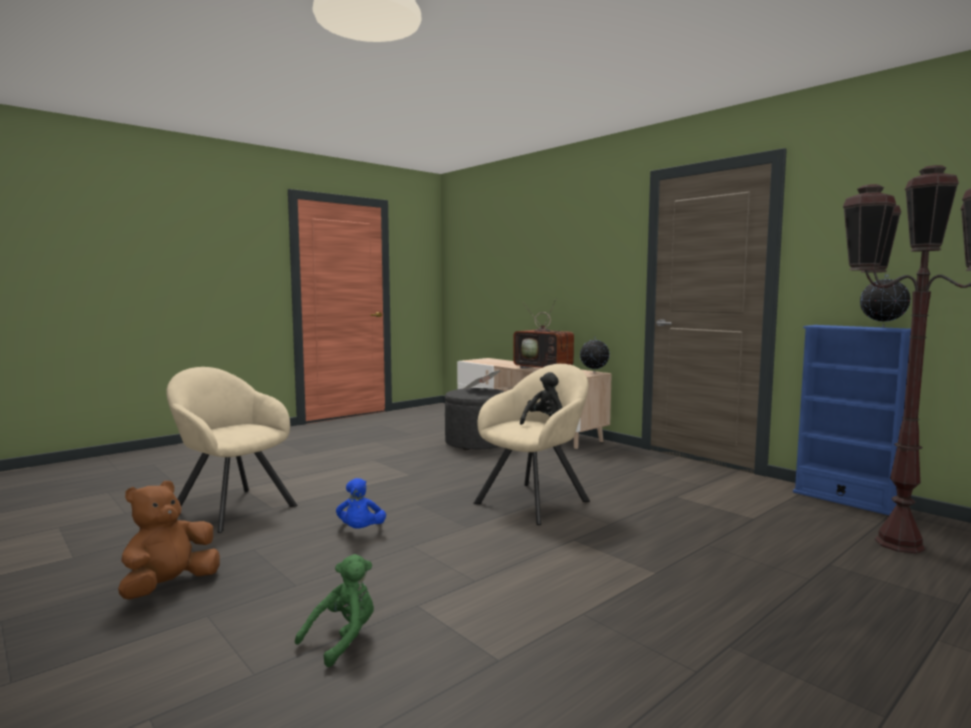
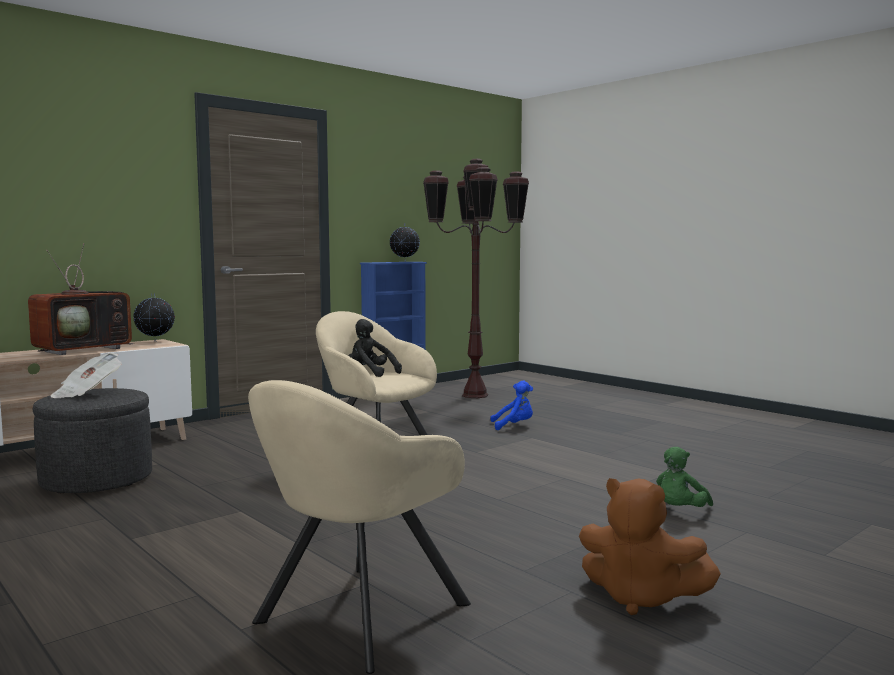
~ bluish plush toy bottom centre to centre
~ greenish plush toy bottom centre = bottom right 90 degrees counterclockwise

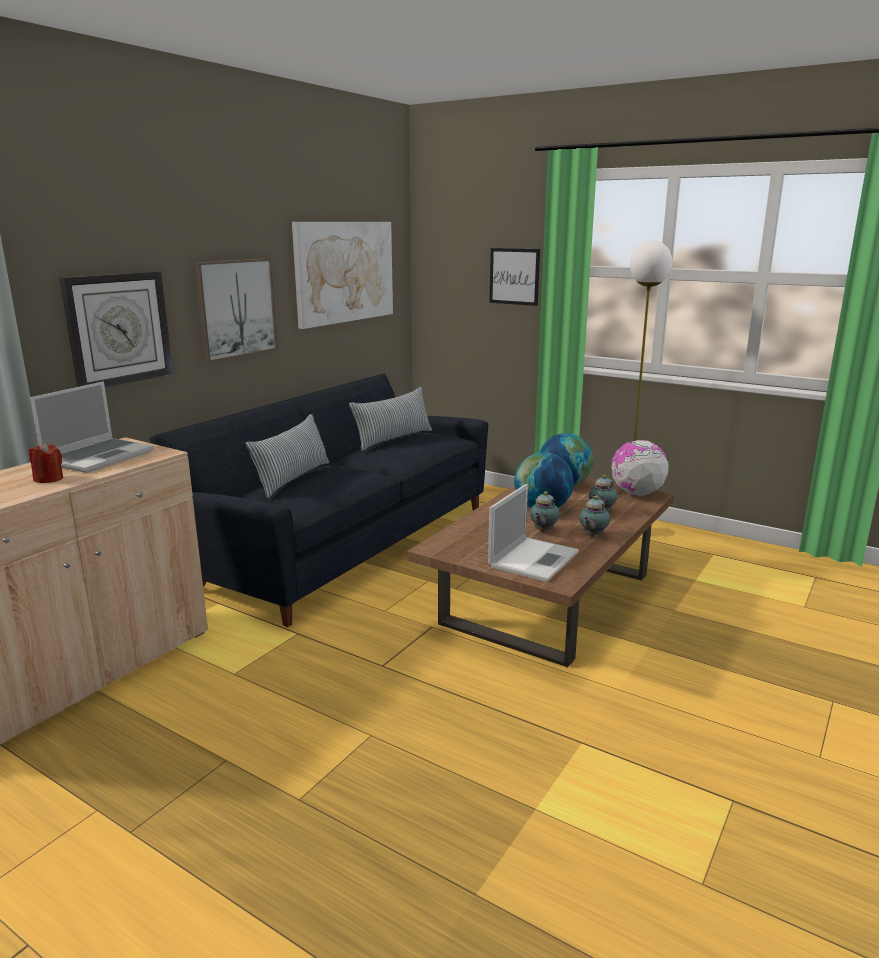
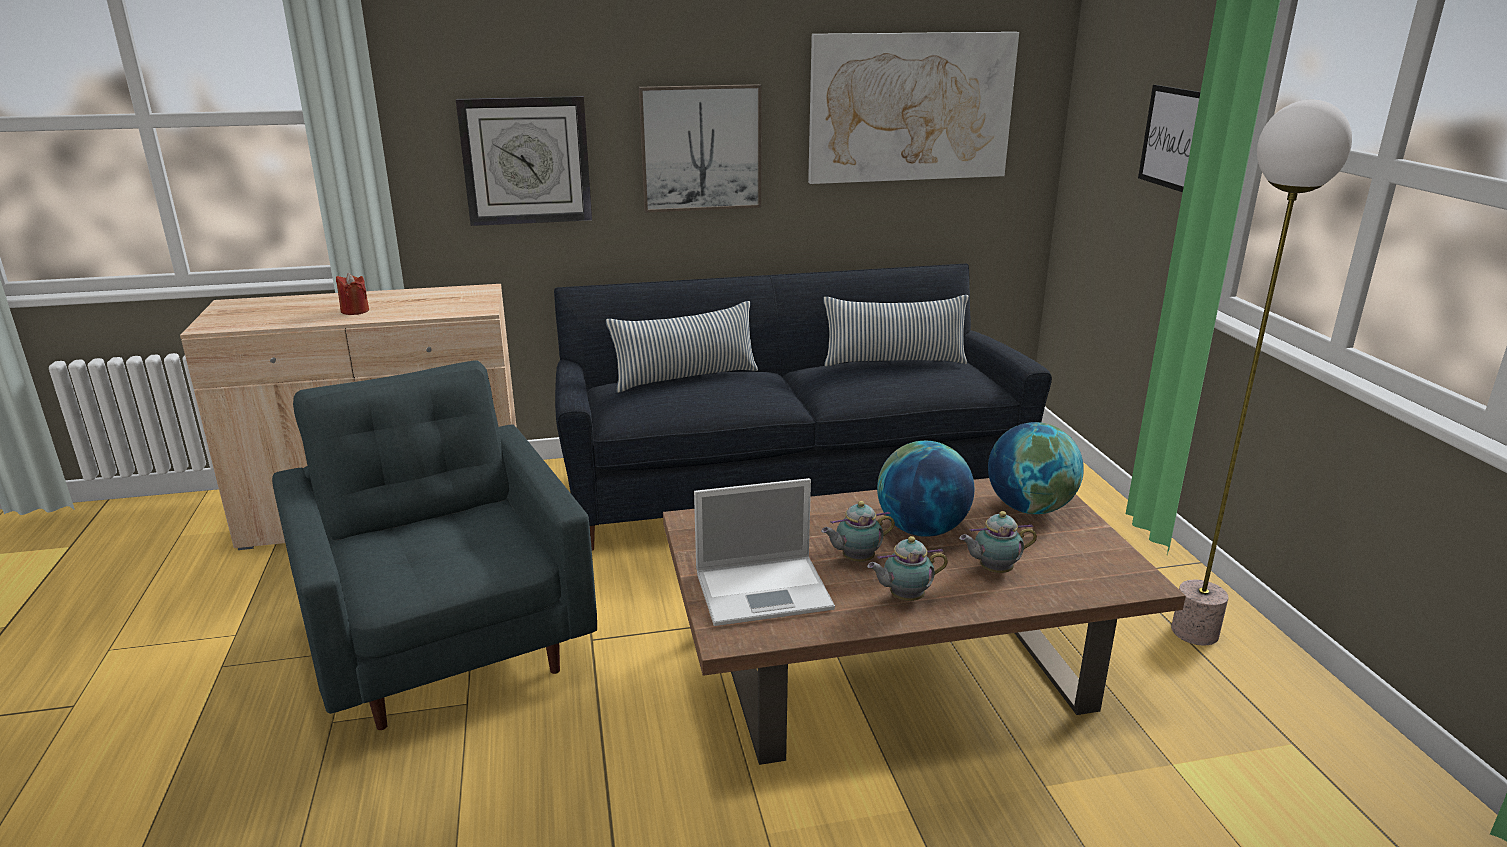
- laptop (1st from left) middle left
- globe (3rd from left) middle right
+ grey easy chair middle left

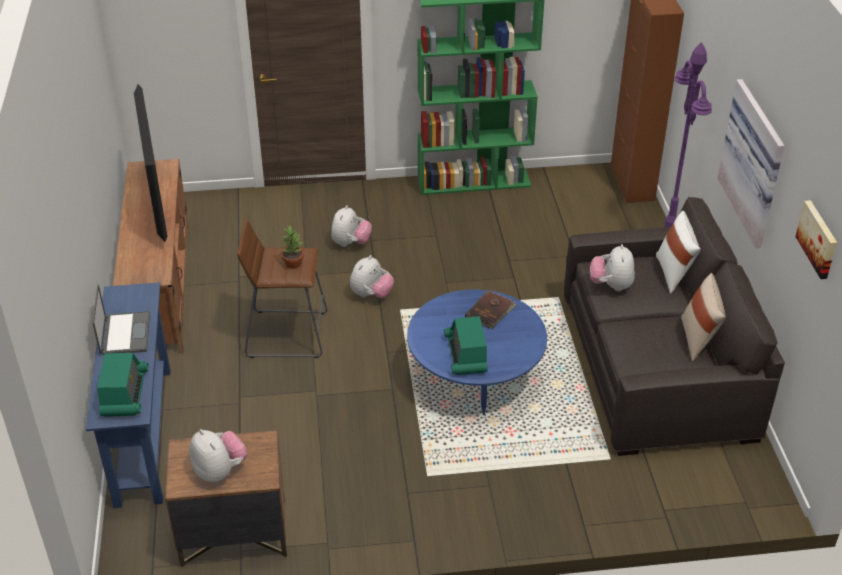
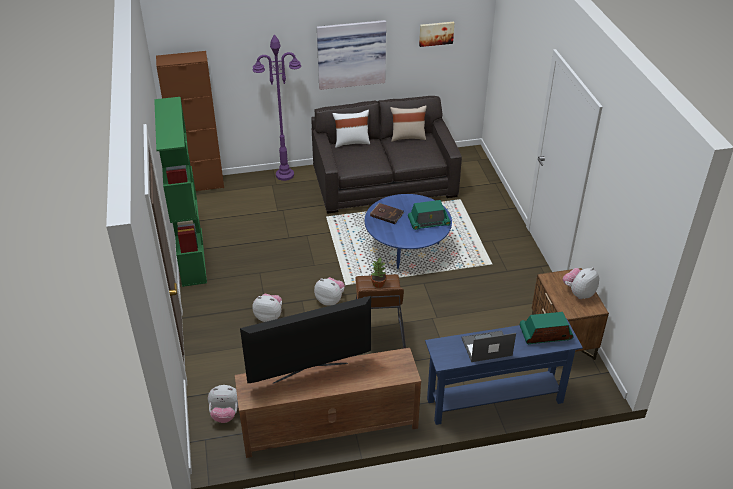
~ plush toy (4th from left in the first image) middle right to plush toy (1st from left) bottom left

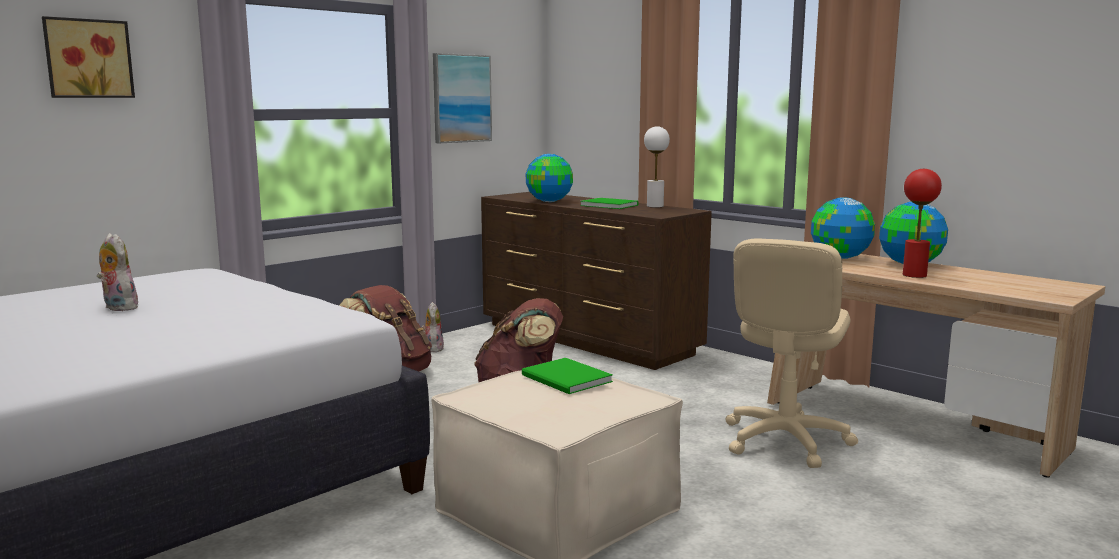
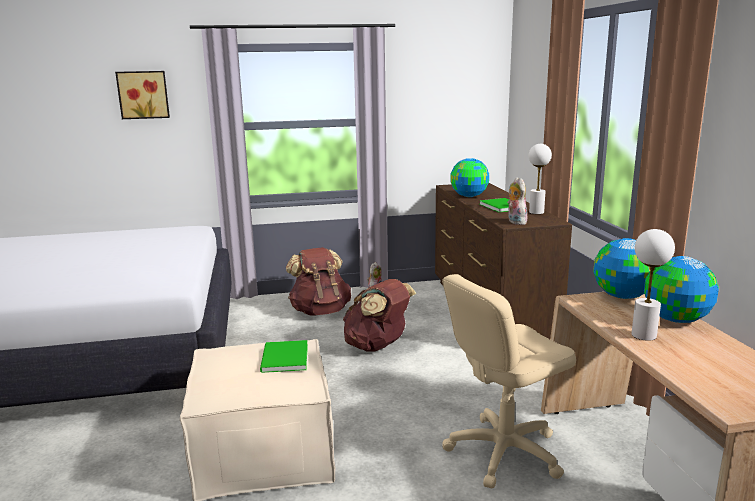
- picture (2nd from left) top centre
~ plush toy (1st from left in the first image) middle left to plush toy (2nd from left) middle right
~ reddish tabletop lamp middle right to white tabletop lamp (2nd from left) middle right

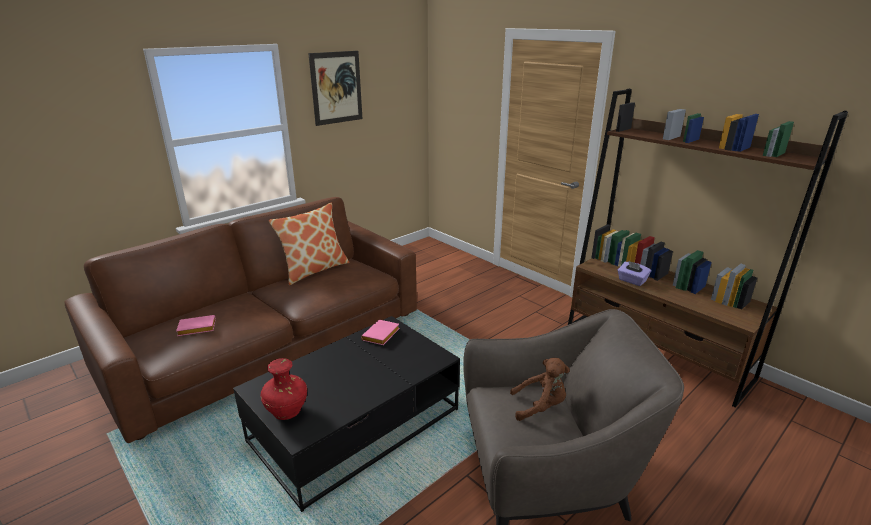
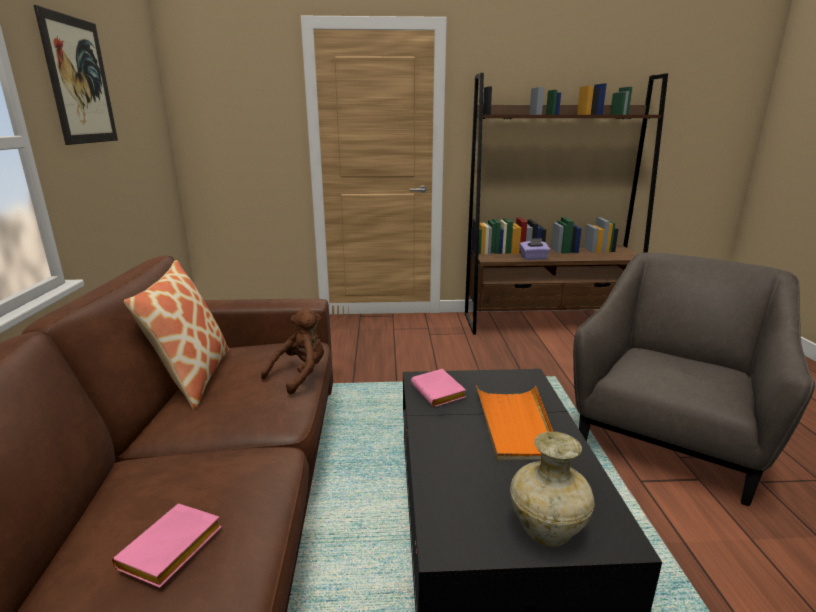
+ orange carrying tray bottom centre
~ brownish plush toy bottom centre to centre
~ reddish flower vase bottom left to beige flower vase bottom right

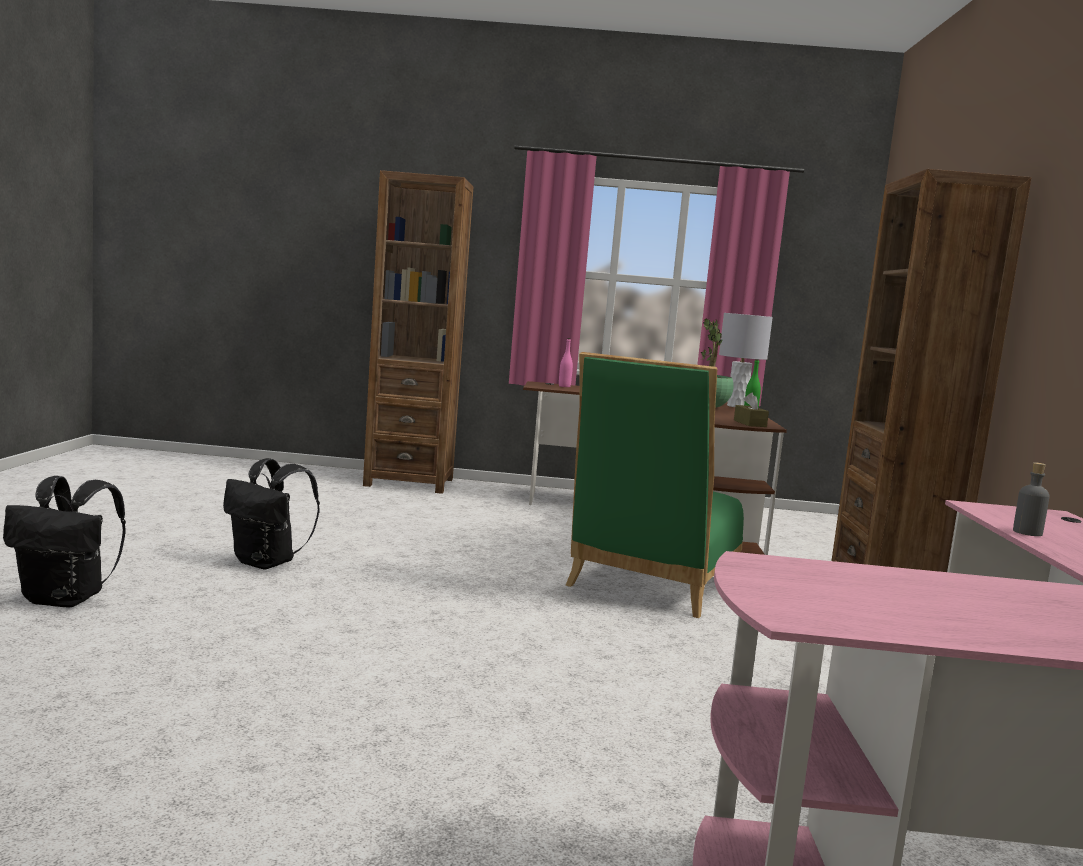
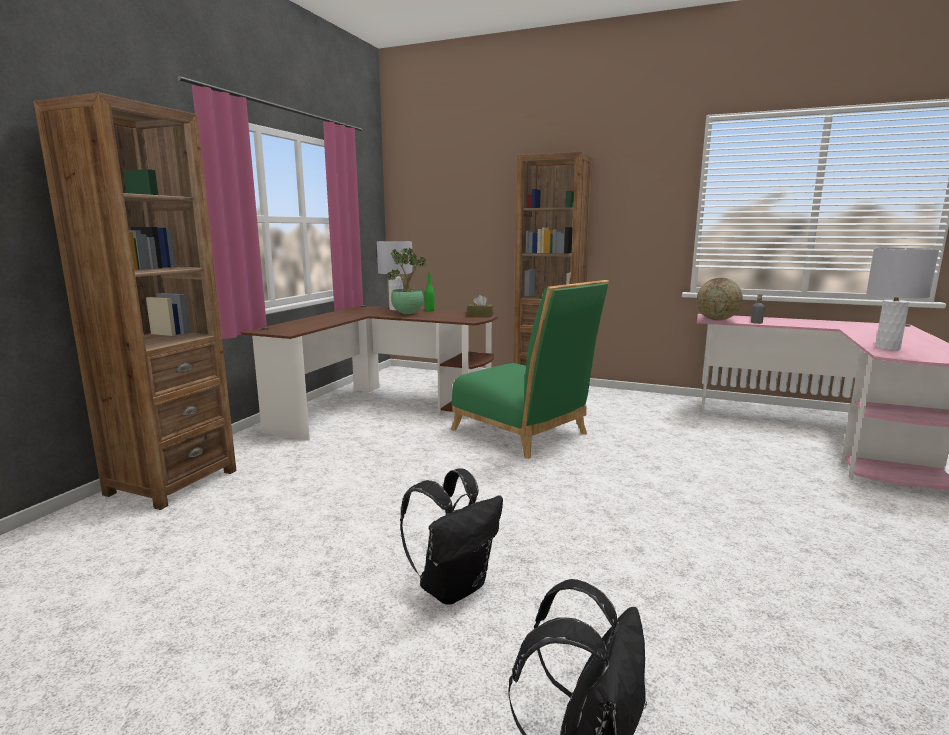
- pink-coloured beverage bottle centre
+ globe middle right
+ grey tabletop lamp (2nd from left) middle right

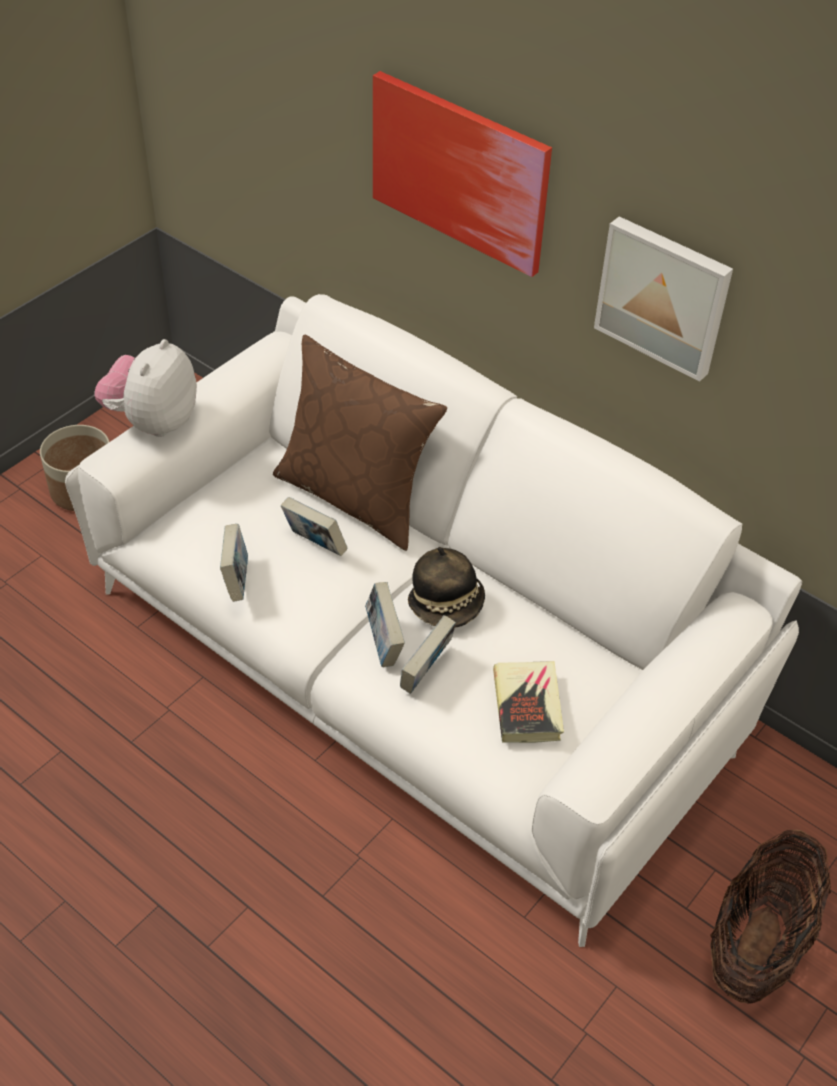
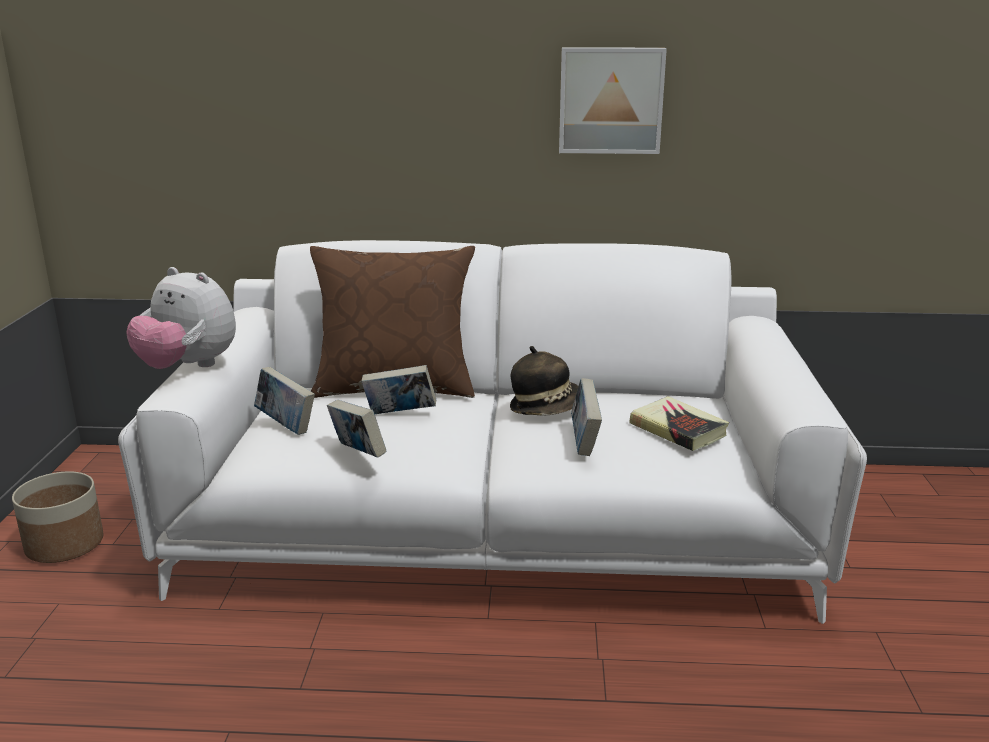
- picture (1st from left) top centre
- basket bottom right
~ bound book (3rd from left in the first image) centre to bound book (1st from left) middle left
~ plush toy middle left = middle left 45 degrees counterclockwise

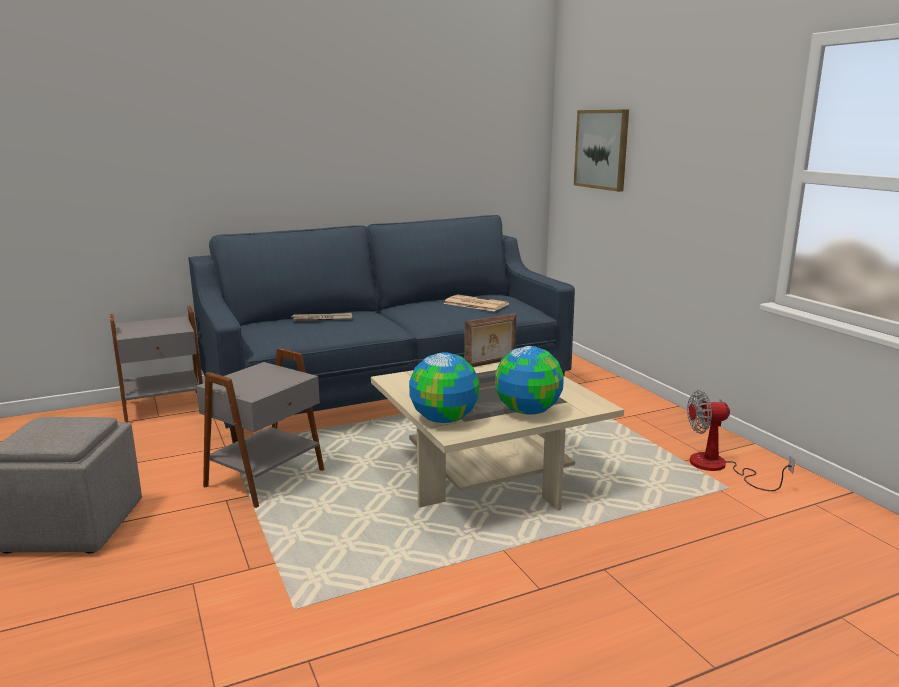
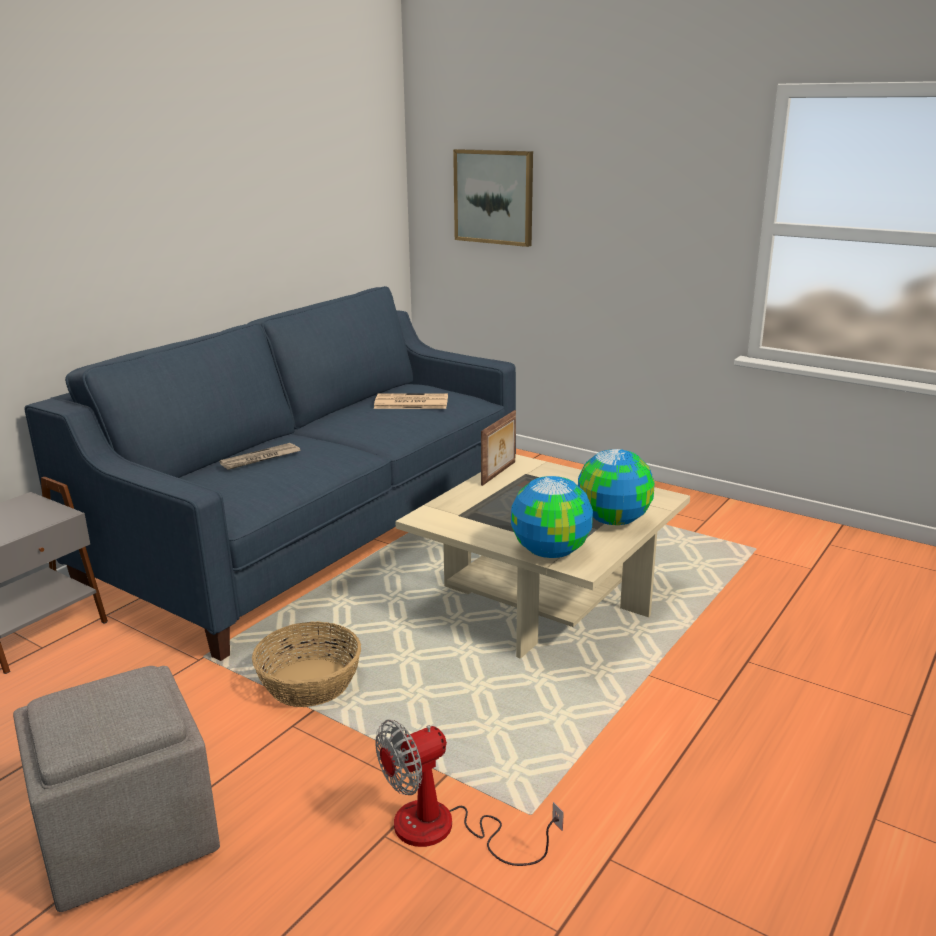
~ fan middle right to bottom centre
~ grey end table (2nd from left) middle left to basket bottom left

